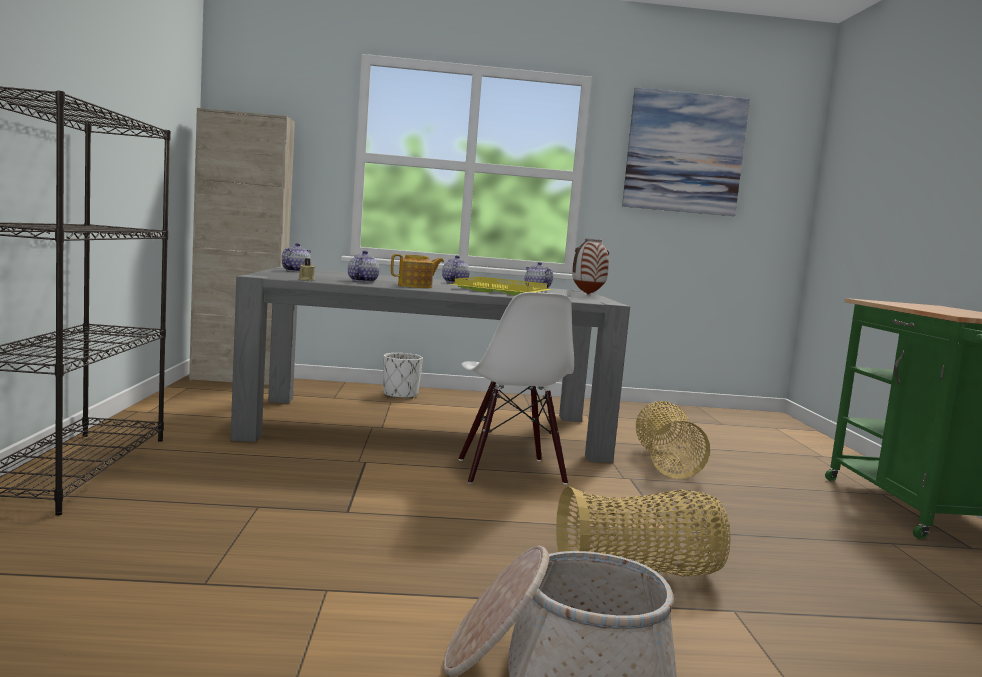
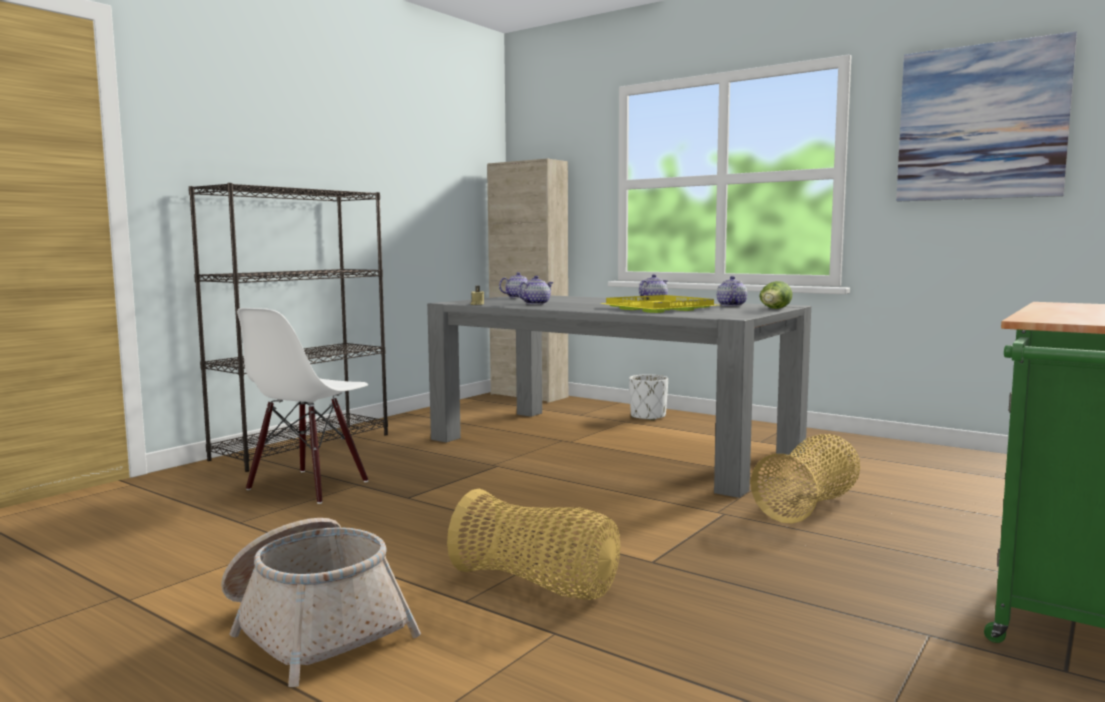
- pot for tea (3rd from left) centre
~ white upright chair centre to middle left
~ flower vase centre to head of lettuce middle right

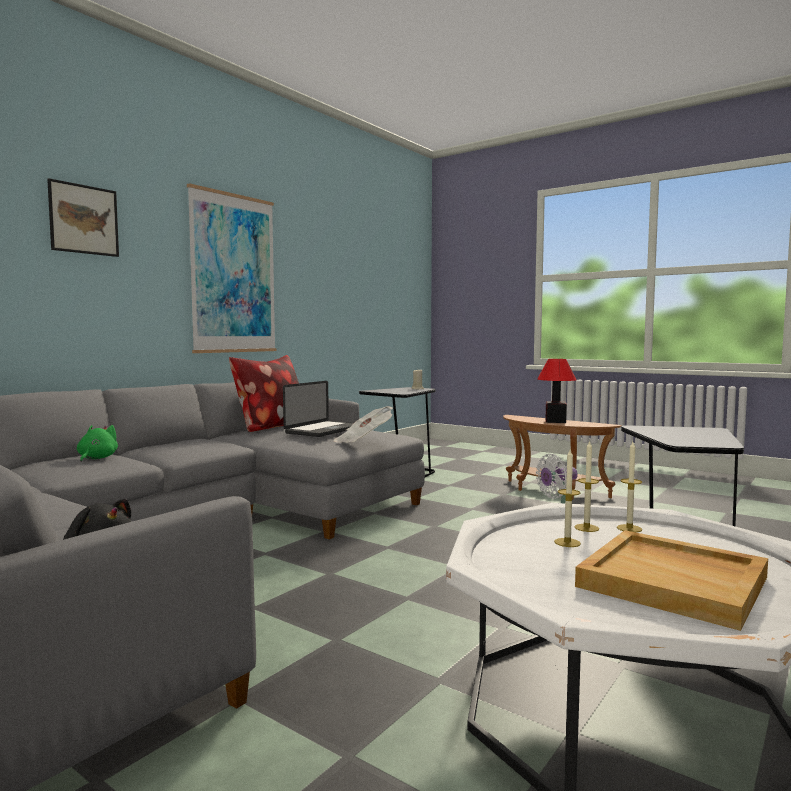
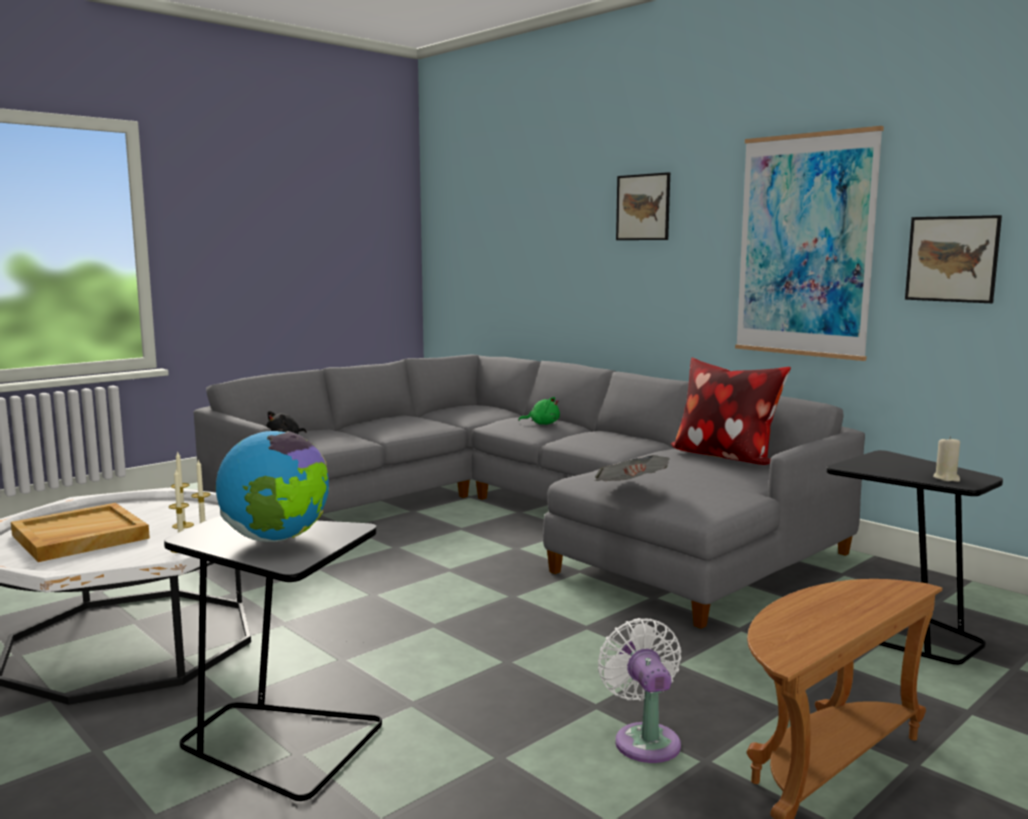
- laptop centre
- tabletop lamp middle right
+ globe middle left
+ picture (3rd from left) top right

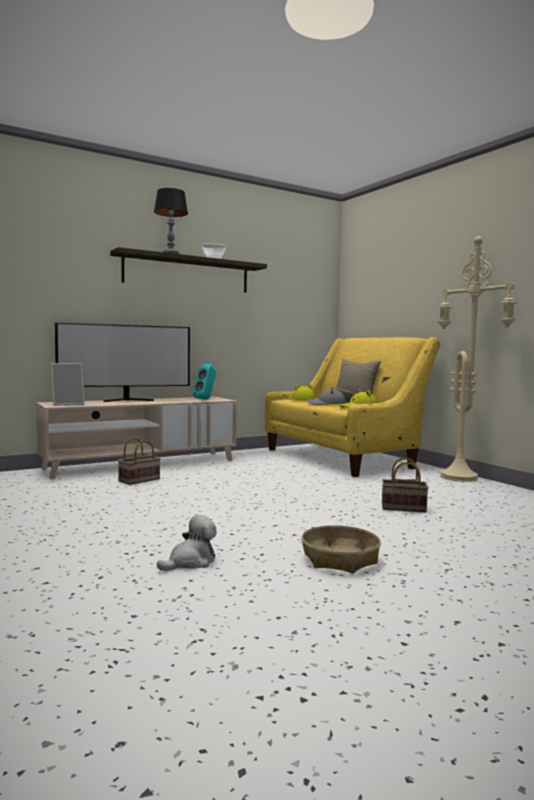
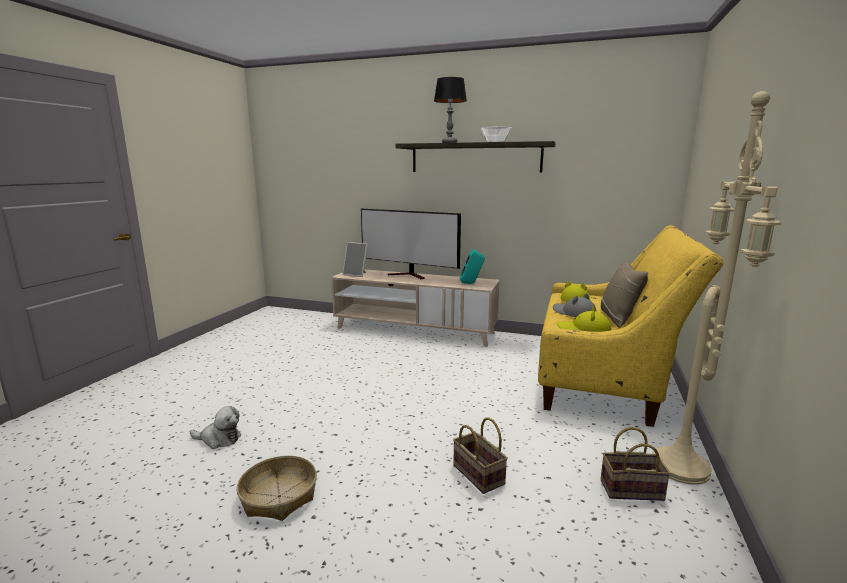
~ basket (1st from left in the first image) middle left to basket (3rd from left) bottom right

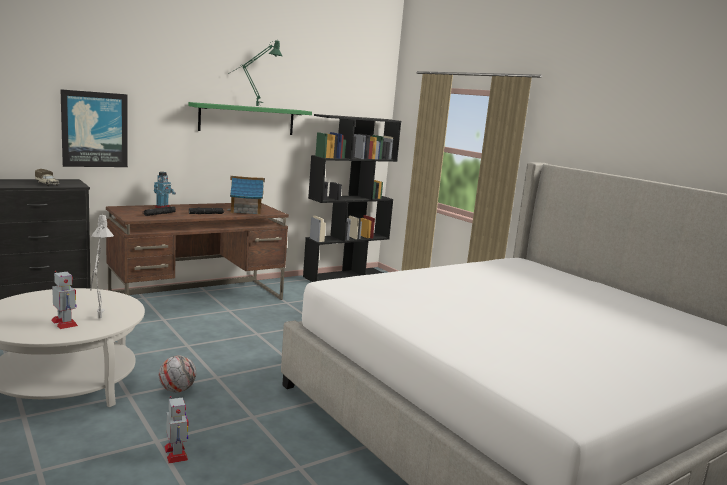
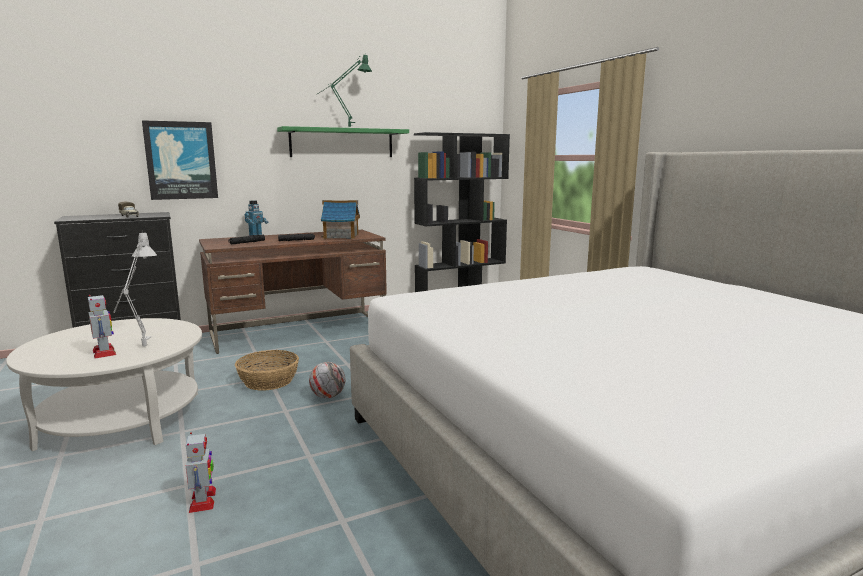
+ basket middle left
~ football ball bottom left to centre

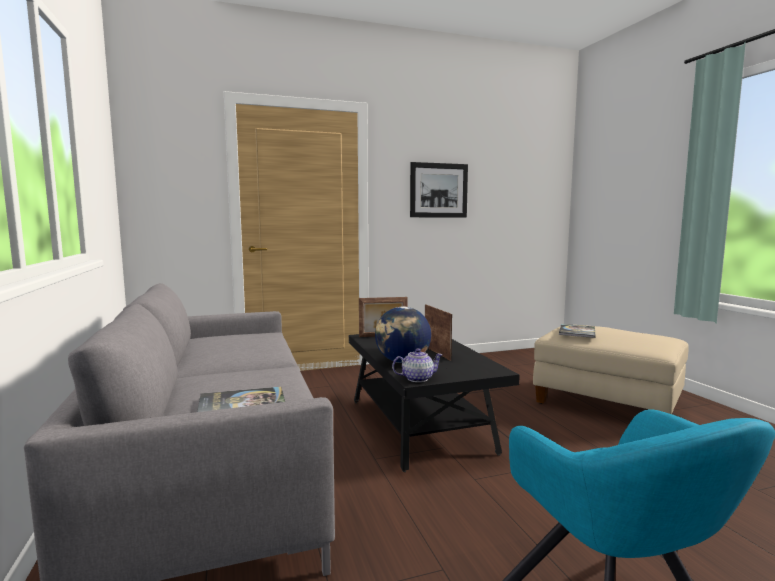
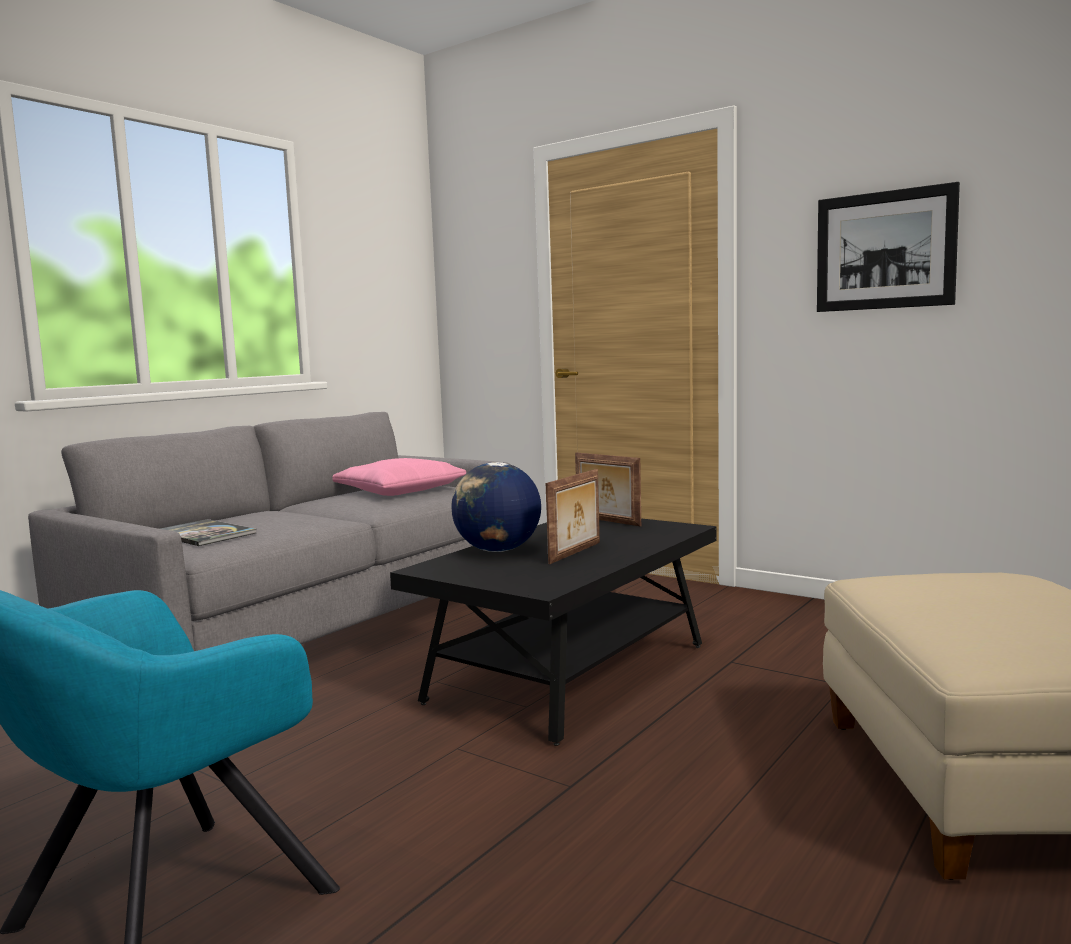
- pot for tea centre
- bound book (2nd from left) middle right
+ pink-coloured throw pillow centre

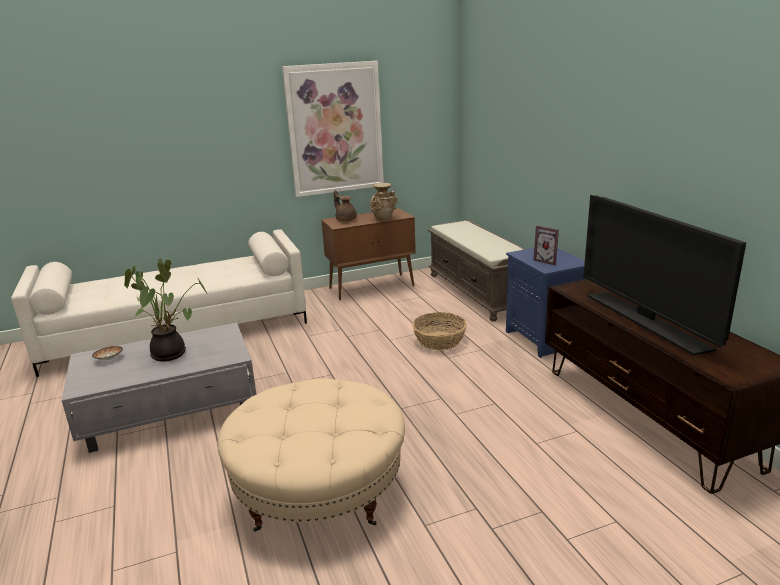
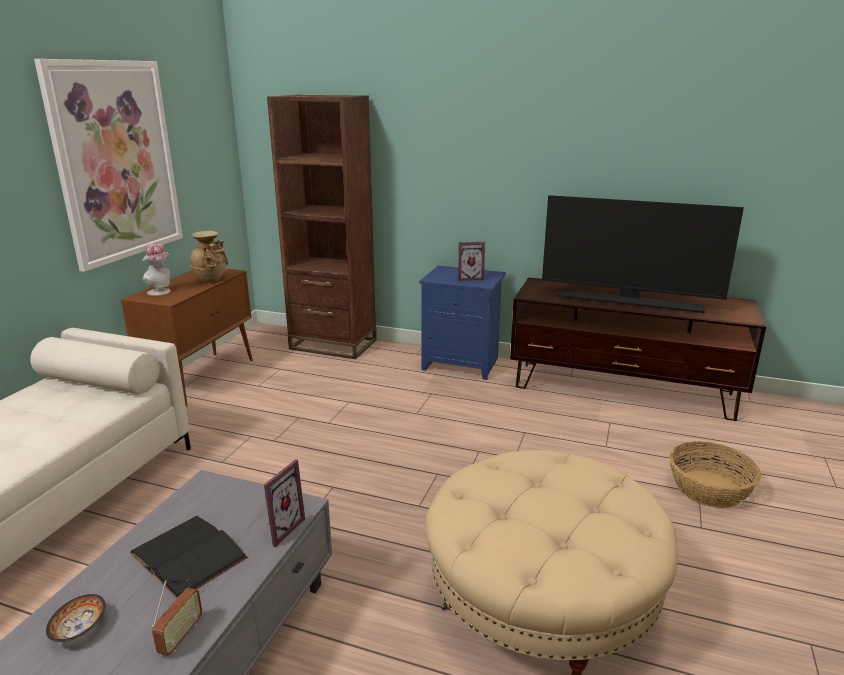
+ radio receiver bottom left
+ picture frame (1st from left) bottom centre
~ basket centre to bottom right
~ plant in a pot middle left to blackish bound book bottom left
~ brownish pot for tea centre to hat middle left
~ brownish long seat centre to brownish bookcase centre

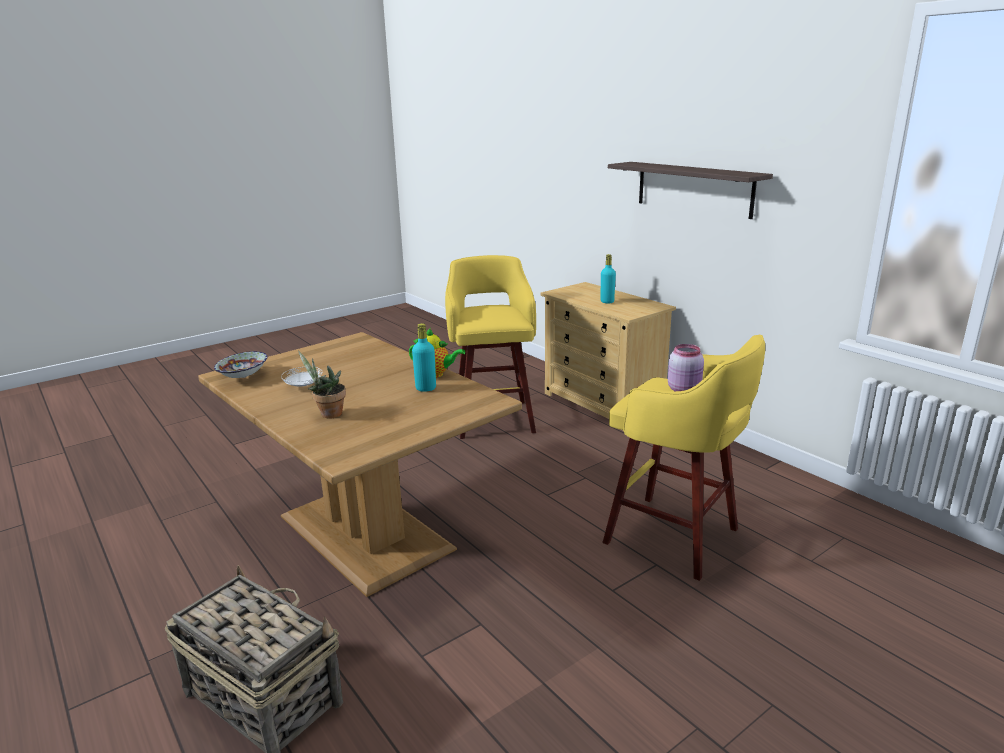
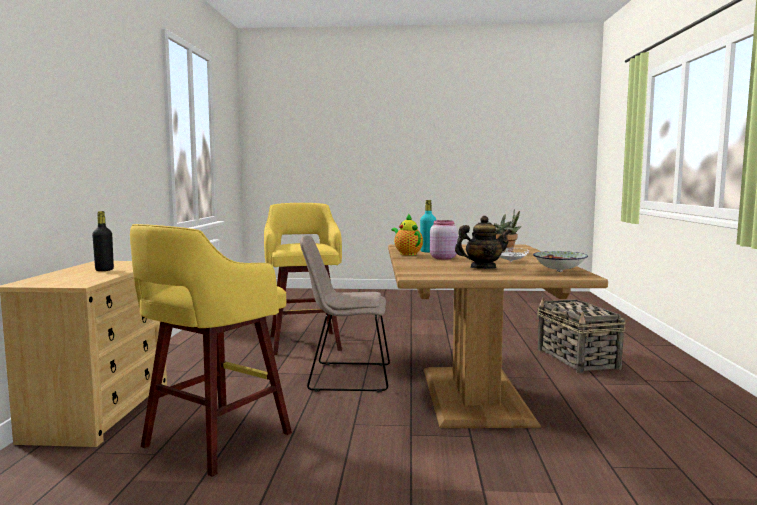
- bracket shelf top right
+ beige upright chair centre
+ pot for tea (2nd from left) centre
~ pink-coloured preserve jar middle right to centre
~ turquoise-coloured beverage bottle (2nd from left) centre to blackish beverage bottle middle left

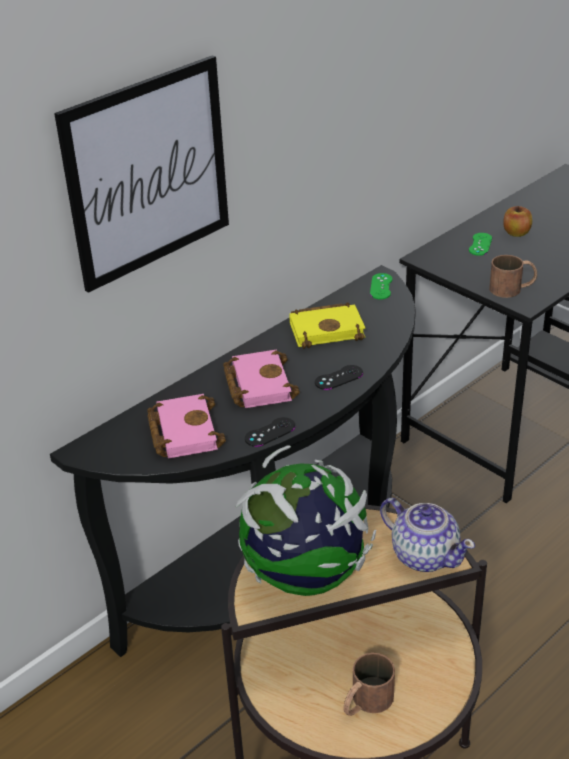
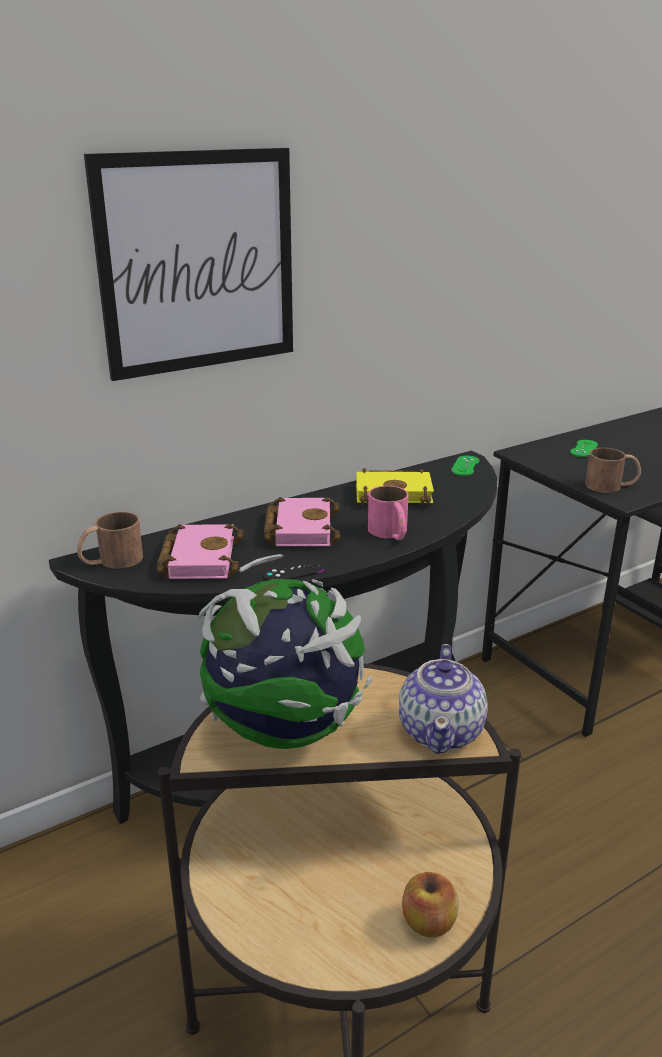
~ brownish coffee mug (1st from left) bottom centre to middle left
~ apple fruit top right to bottom centre
~ blackish joypad (2nd from left) centre to pink-coloured coffee mug centre
~ pot for tea bottom right = middle right 45 degrees clockwise

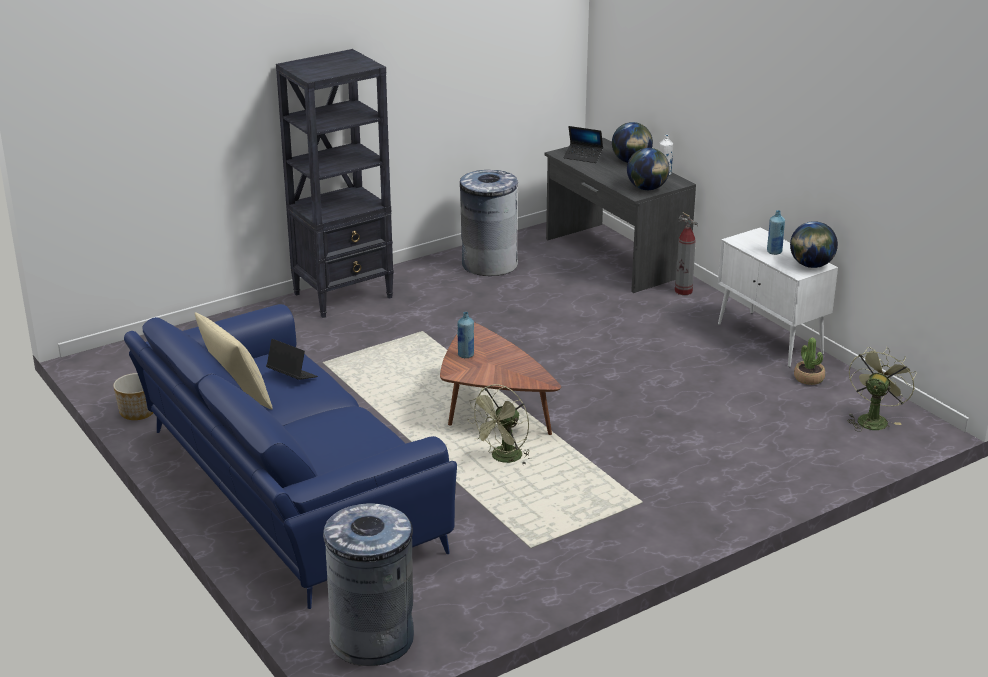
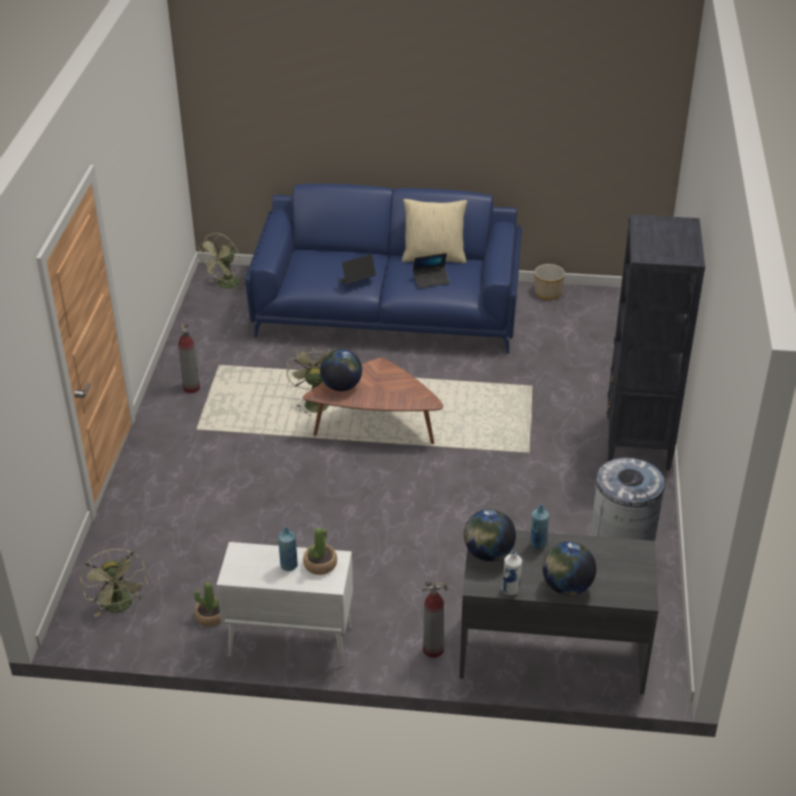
+ fire extinguisher (1st from left) middle left
+ plant in a pot (2nd from left) bottom centre
~ bluish beverage bottle (1st from left in the first image) centre to bluish beverage bottle (2nd from left) middle right
~ laptop (2nd from left in the first image) top centre to laptop (1st from left) centre
~ globe (3rd from left in the first image) middle right to globe (1st from left) centre
~ grey trash can (1st from left) bottom centre to greenish fan (2nd from left) top left

